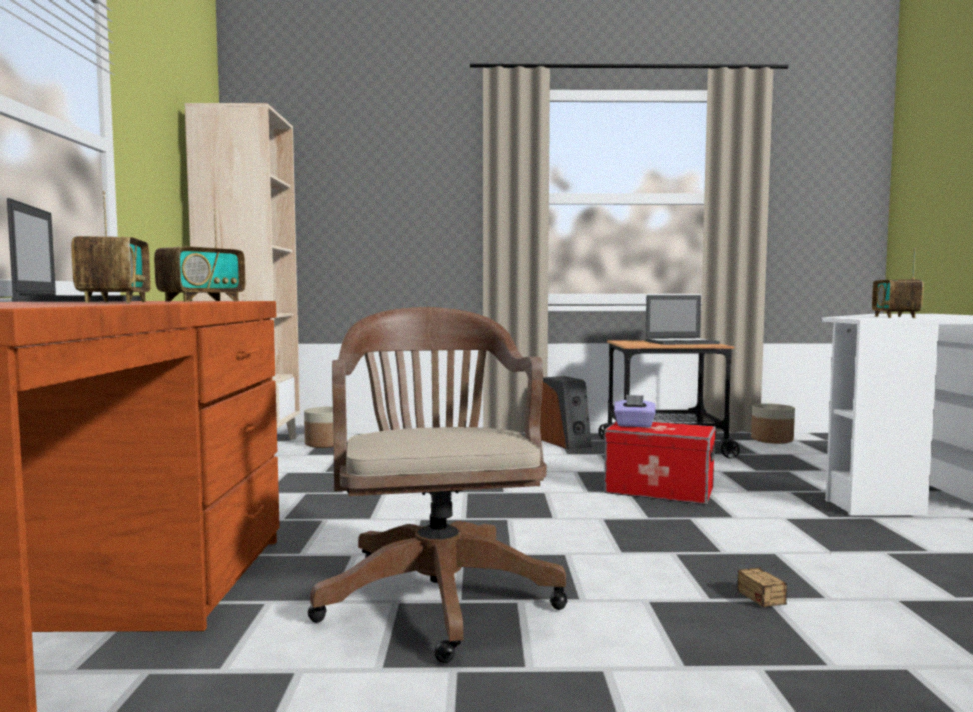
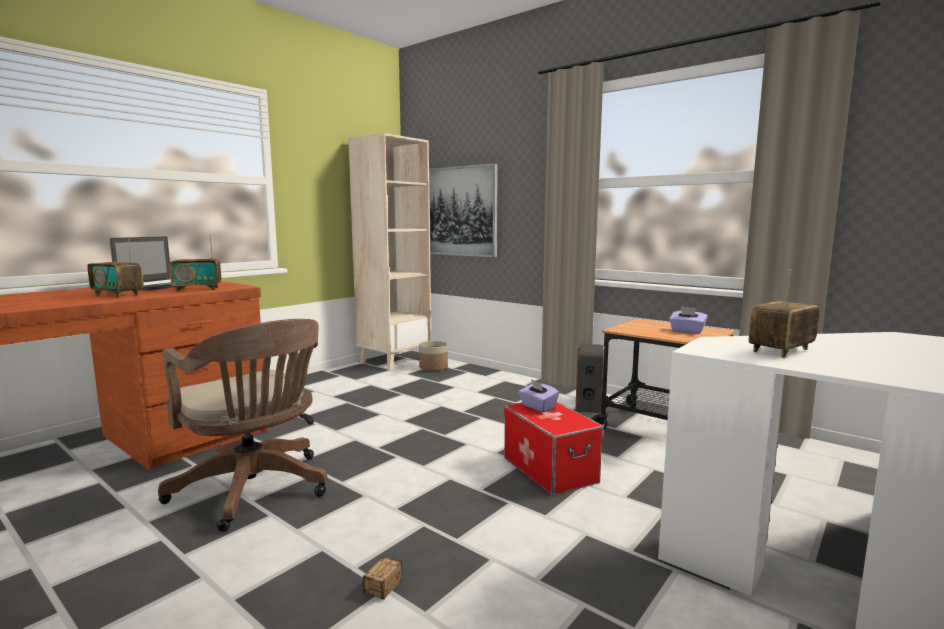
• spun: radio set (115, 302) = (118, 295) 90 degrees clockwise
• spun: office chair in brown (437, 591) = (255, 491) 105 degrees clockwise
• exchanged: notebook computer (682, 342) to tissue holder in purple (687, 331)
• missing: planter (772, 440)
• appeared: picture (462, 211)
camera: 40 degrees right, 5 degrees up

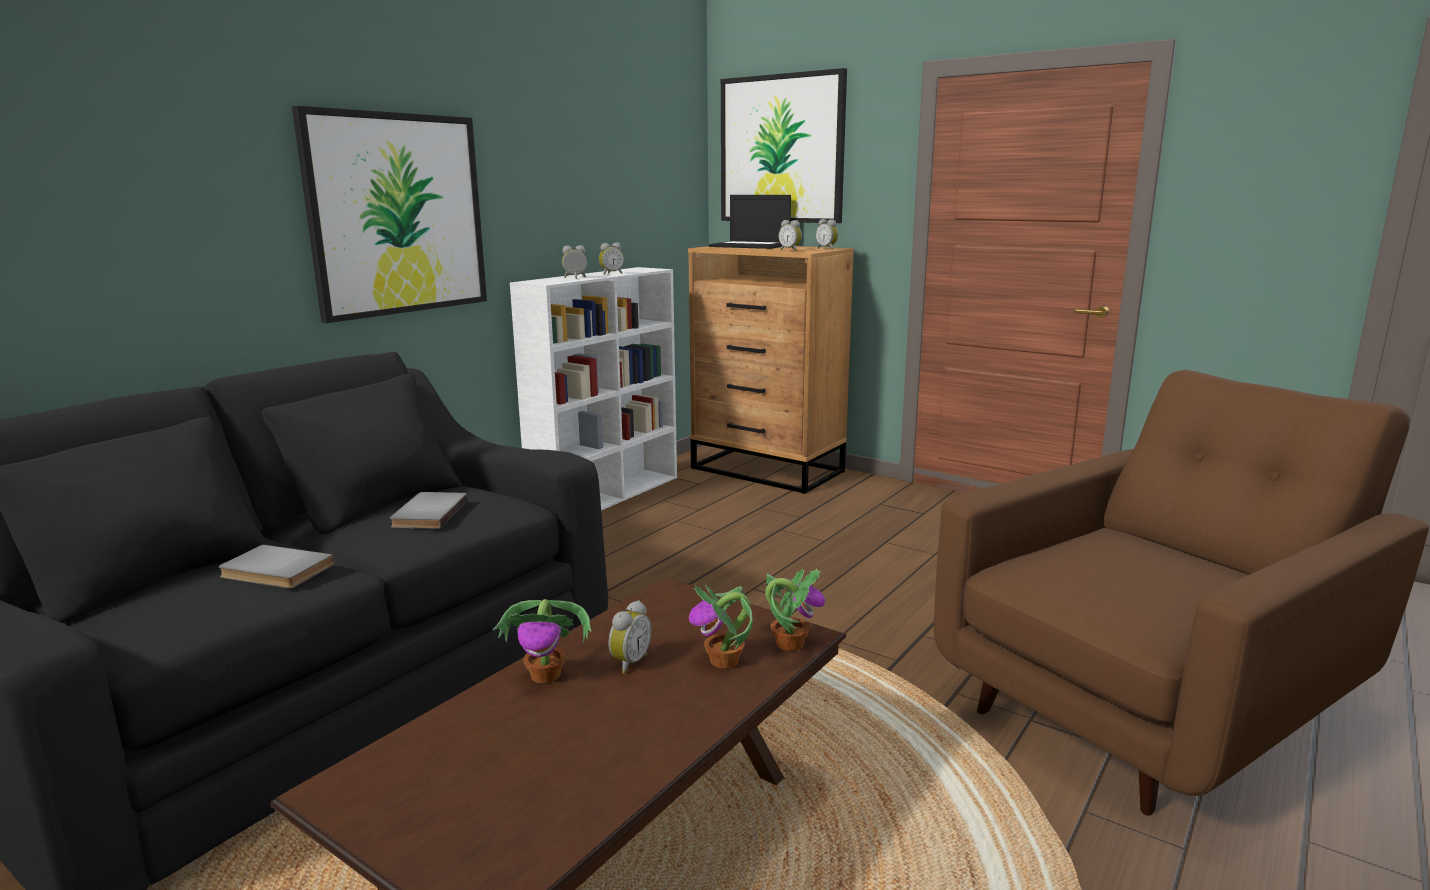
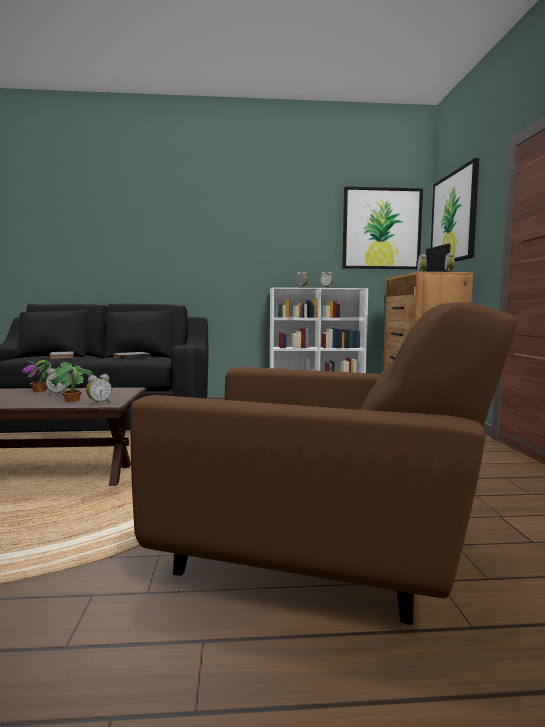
• relocated: picture (397, 214) to (381, 229)
• exchanged: houseplant (789, 643) to alarm clock (99, 403)
camera: 50 degrees right, 10 degrees down

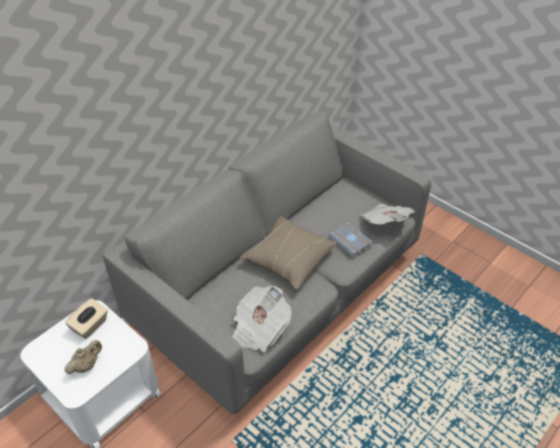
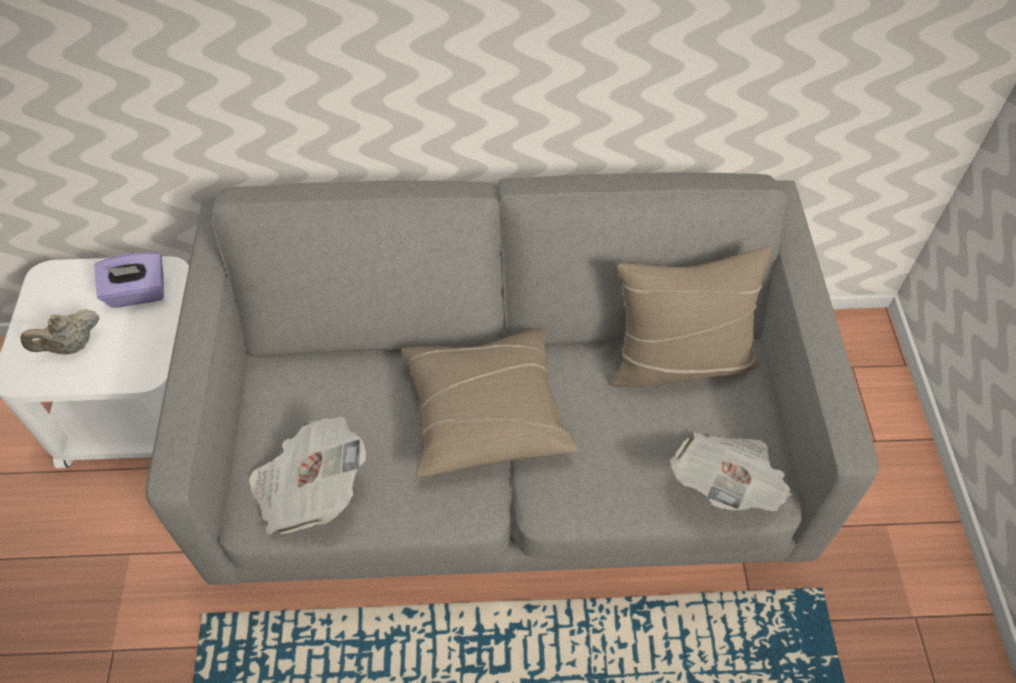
• spun: pot for tea in beige-coloured (86, 365) = (72, 346) 150 degrees clockwise
• colour: tissue holder in beige-coloured (90, 326) to tissue holder in purple (138, 293)
• missing: book in gray (351, 242)
• appeared: cushion in beige-coloured (680, 361)
camera: 45 degrees right, 10 degrees up

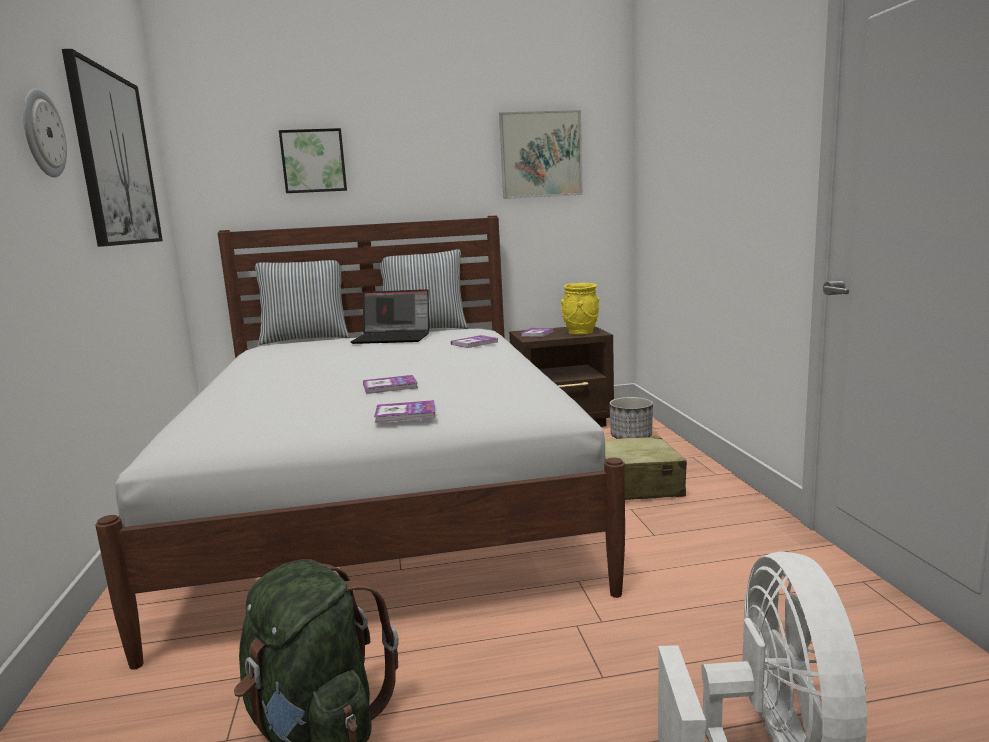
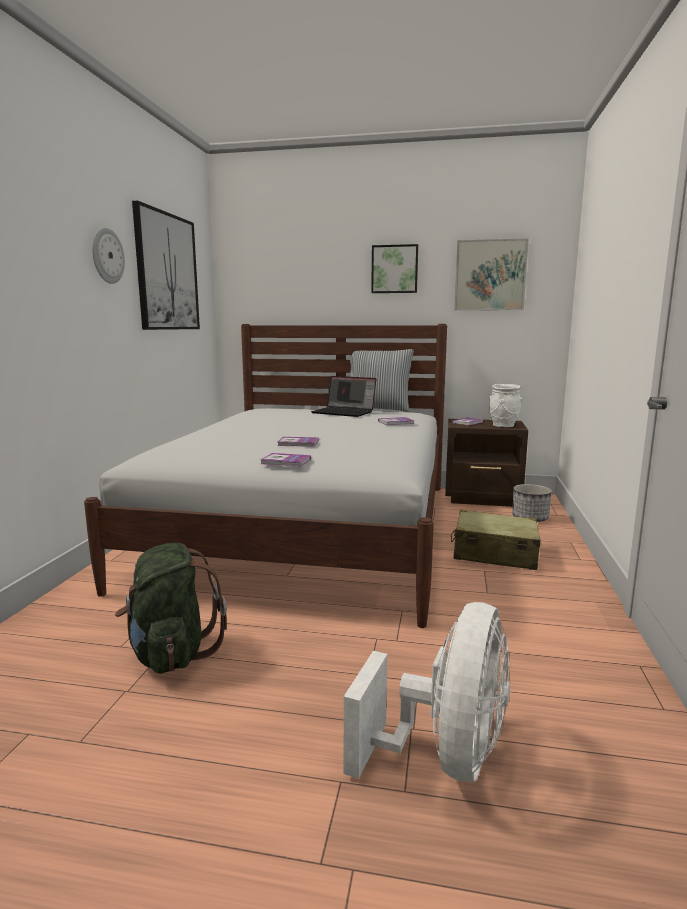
• missing: cushion (306, 339)
• relocated: picture (313, 161) to (394, 269)
• colour: vase in yellowish (580, 332) to vase in white-coloured (503, 425)
camera: 20 degrees right, 0 degrees up

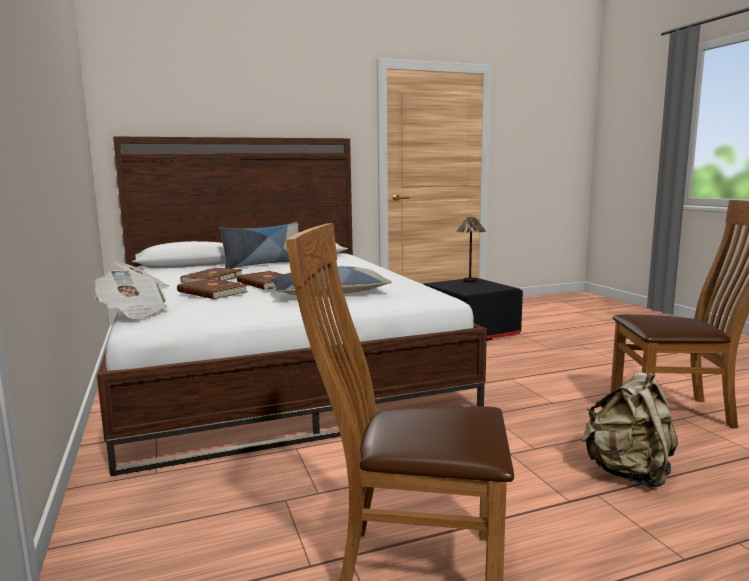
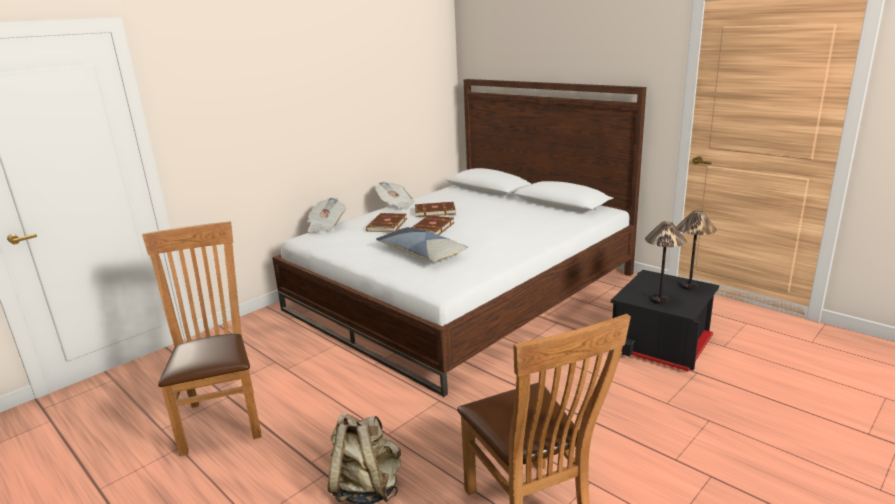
• missing: cushion (264, 264)
• appeared: table lamp (660, 300)
camera: 65 degrees right, 10 degrees up

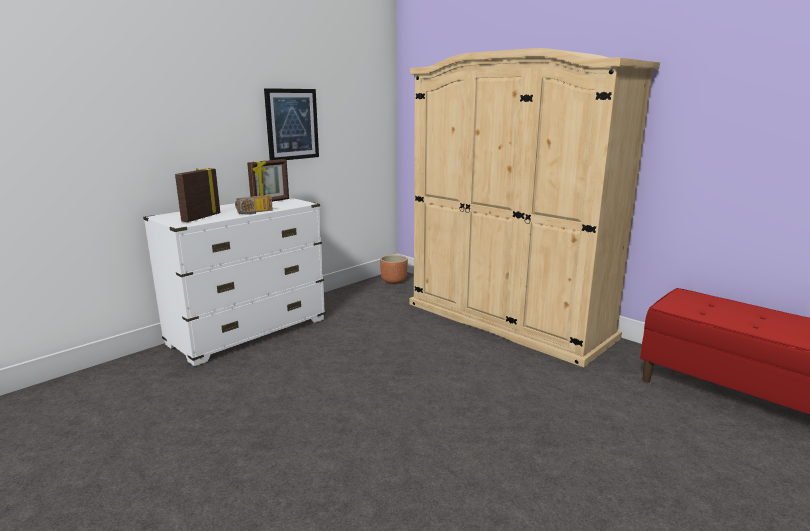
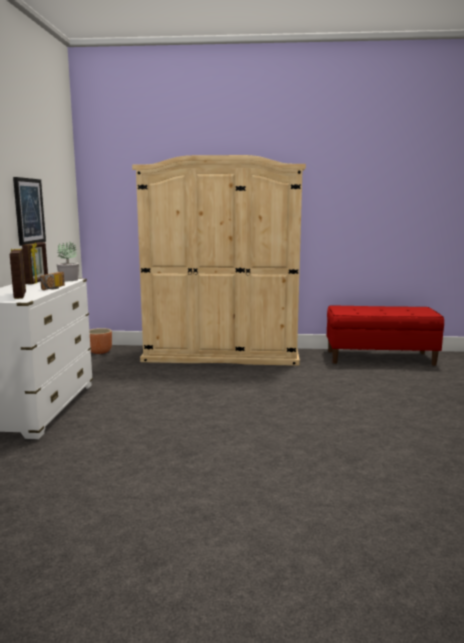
• appeared: houseplant (69, 280)
camera: 40 degrees left, 5 degrees down

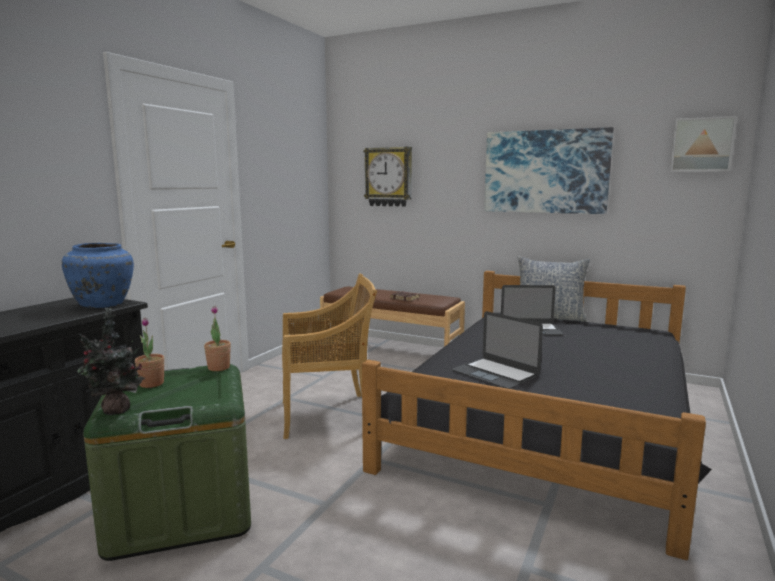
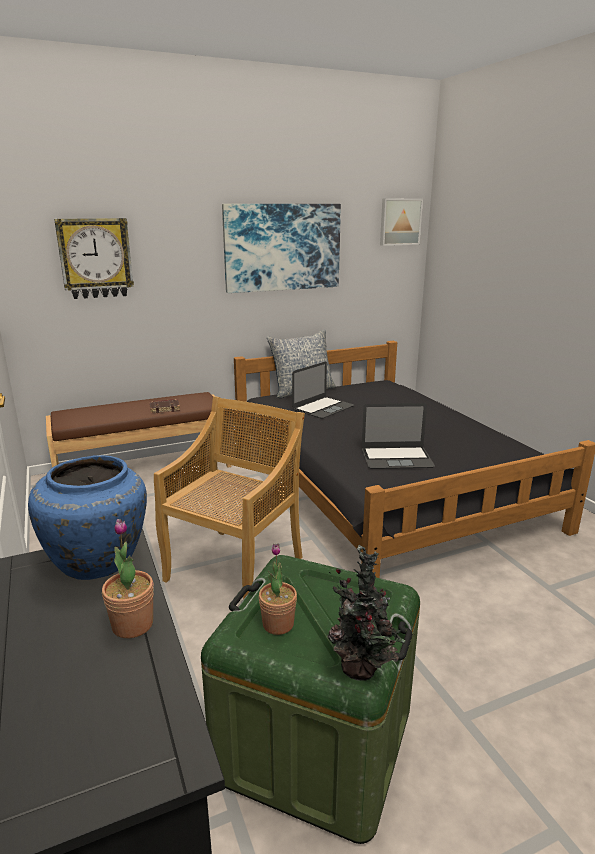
• relocated: houseplant (219, 367) to (132, 625)
camera: 50 degrees left, 10 degrees up

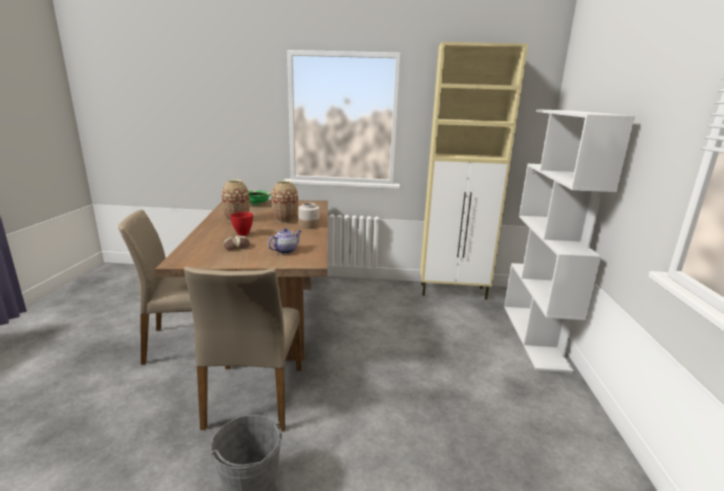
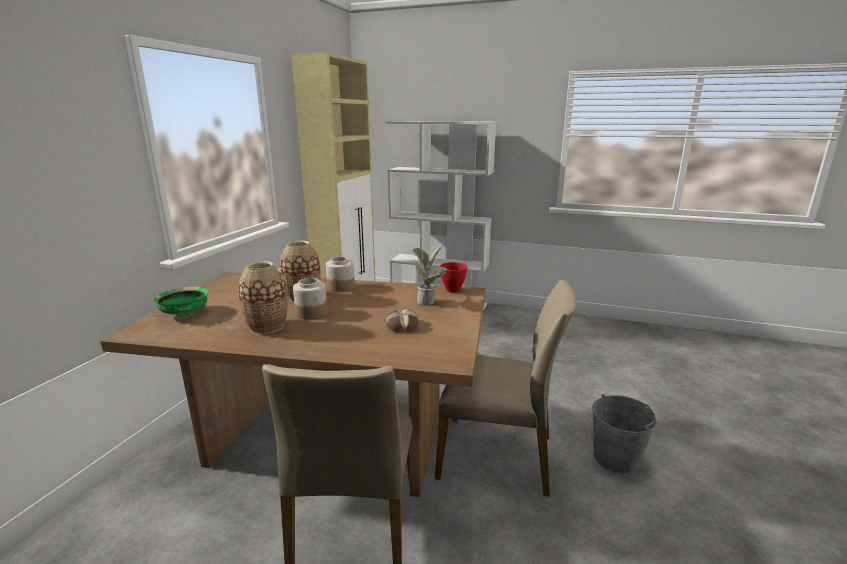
• relocated: serving bowl in red (242, 234) to (453, 290)
• exchanged: pot for tea (286, 250) to houseplant (429, 301)
• appeared: jar (312, 312)
camera: 75 degrees left, 0 degrees up

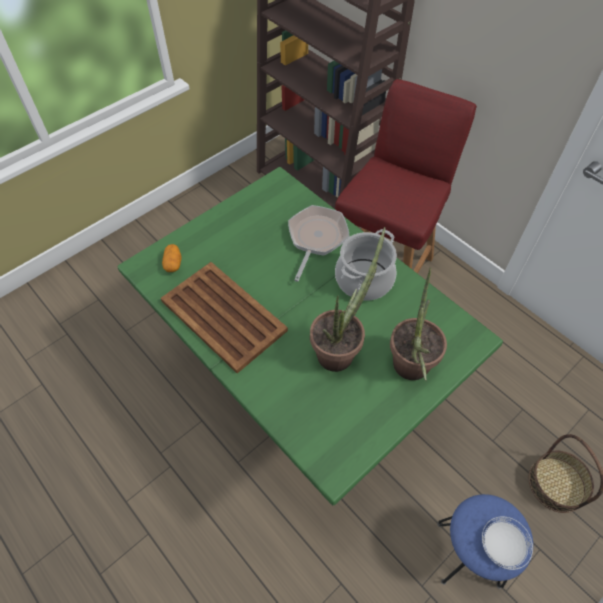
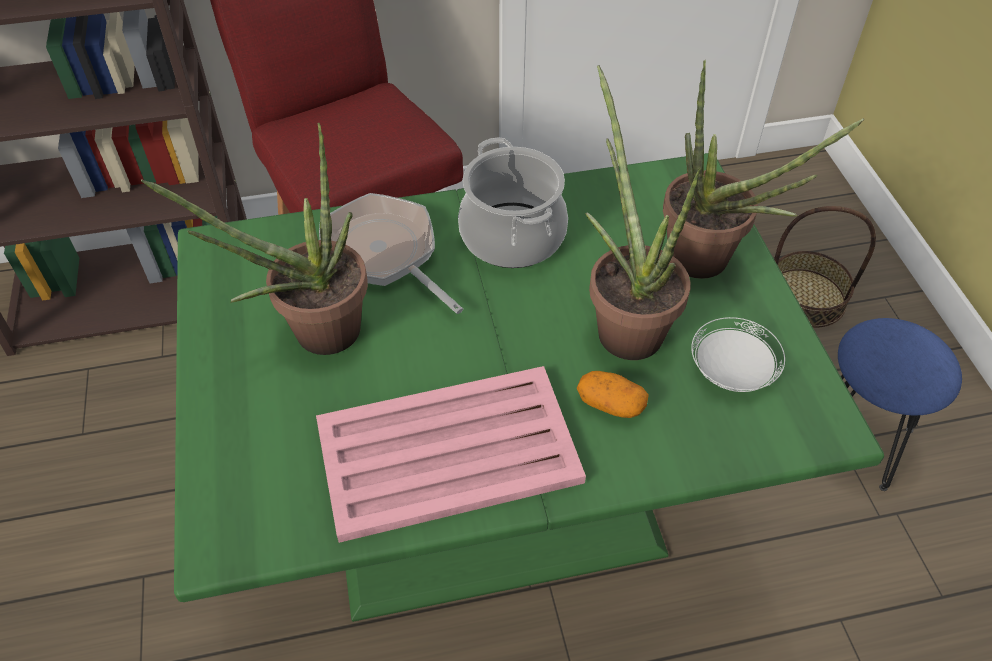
• colour: tray in brown (224, 317) to tray in pinkish (450, 452)
• relocated: spud (173, 263) to (610, 404)
• relocated: dinner plate in white-coloured (502, 545) to (731, 371)
• appeared: houseplant (313, 335)
camera: 60 degrees left, 5 degrees down

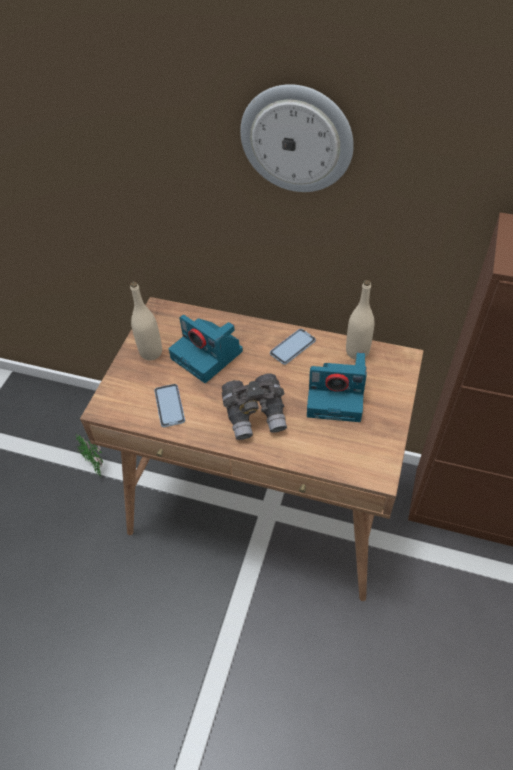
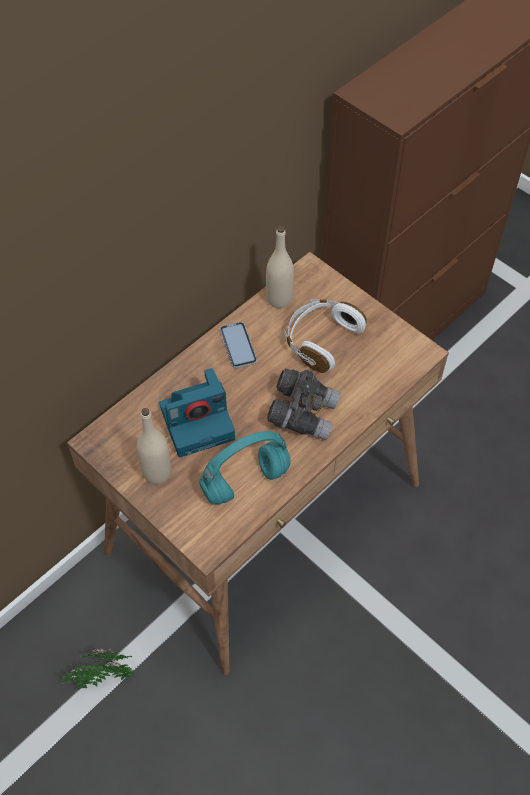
• exchanged: phone (169, 406) to pair of headphones in turquoise-coloured (244, 483)
• missing: hanging clock (297, 139)
• exchanged: still camera (337, 396) to pair of headphones in white-coloured (320, 340)
camera: 65 degrees left, 5 degrees up

